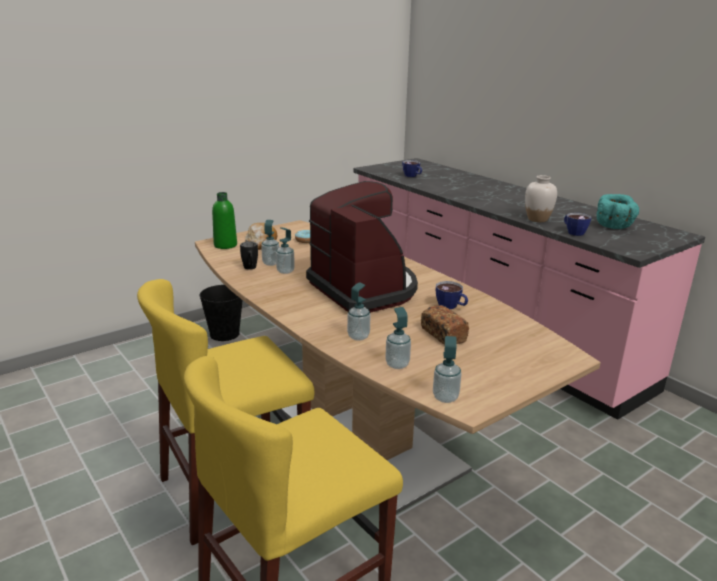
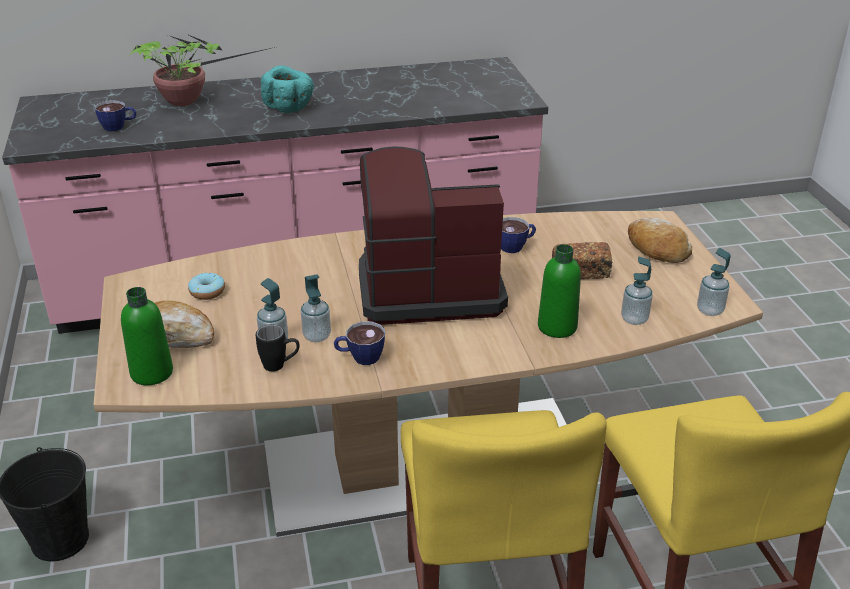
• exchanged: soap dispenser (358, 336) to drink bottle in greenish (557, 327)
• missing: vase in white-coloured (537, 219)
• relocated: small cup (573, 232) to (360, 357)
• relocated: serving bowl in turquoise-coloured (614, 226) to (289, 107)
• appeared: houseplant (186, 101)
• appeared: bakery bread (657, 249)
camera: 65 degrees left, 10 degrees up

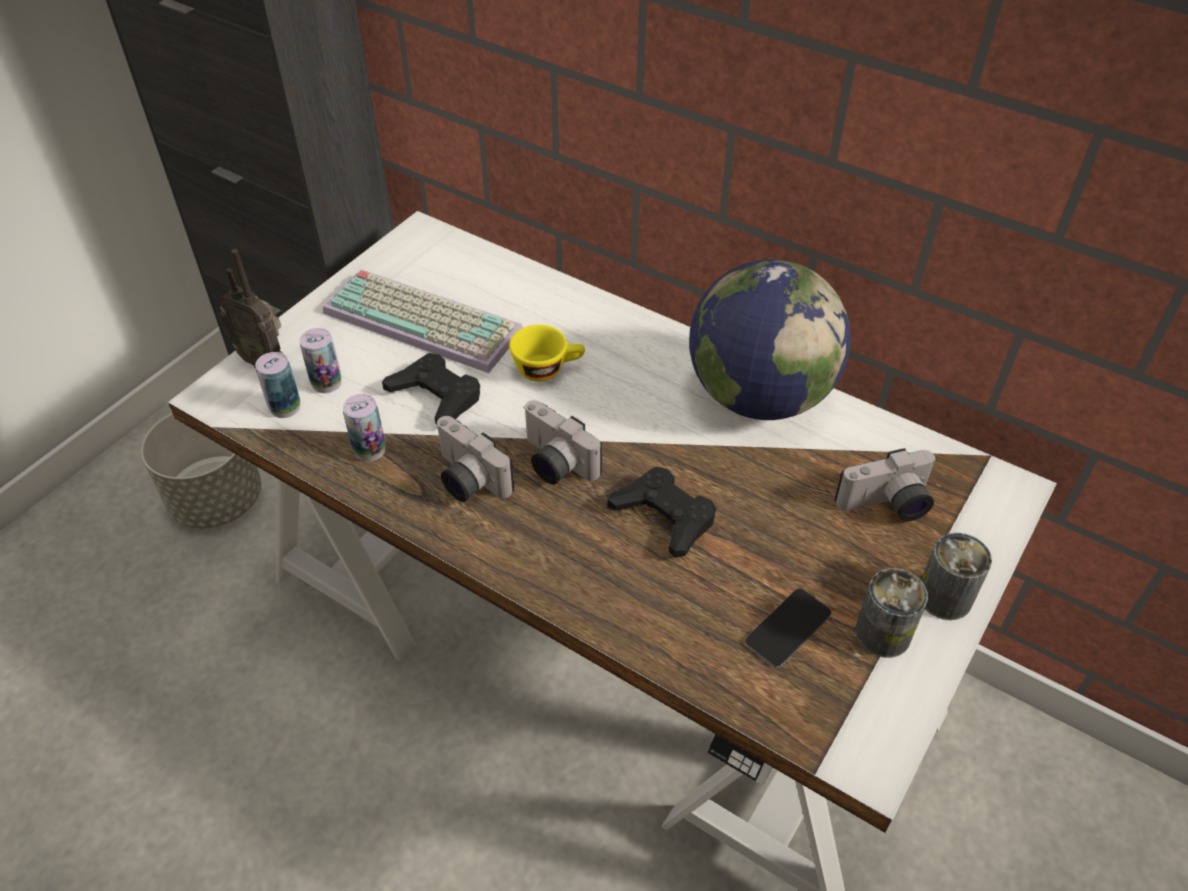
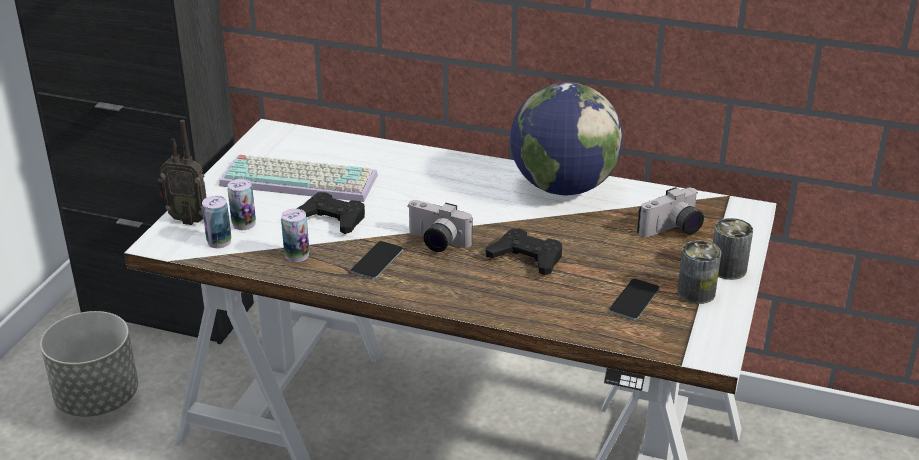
• exchanged: still camera (466, 480) to phone (377, 260)
• missing: small cup in yellowish (548, 369)
camera: 15 degrees left, 15 degrees down

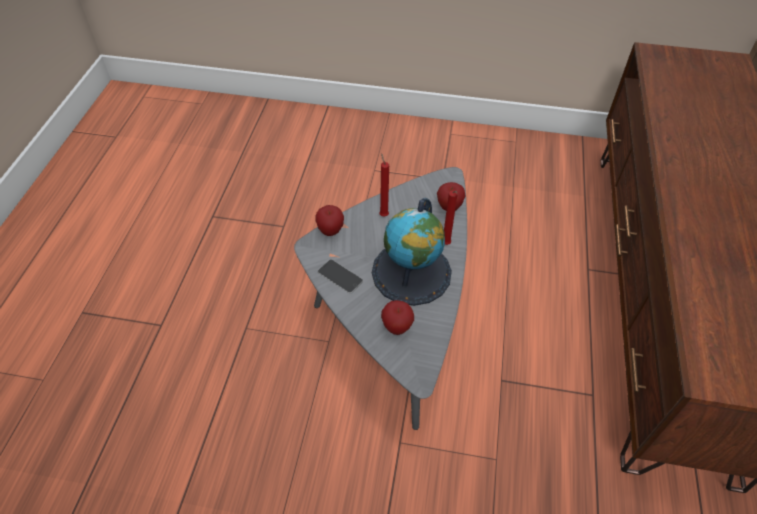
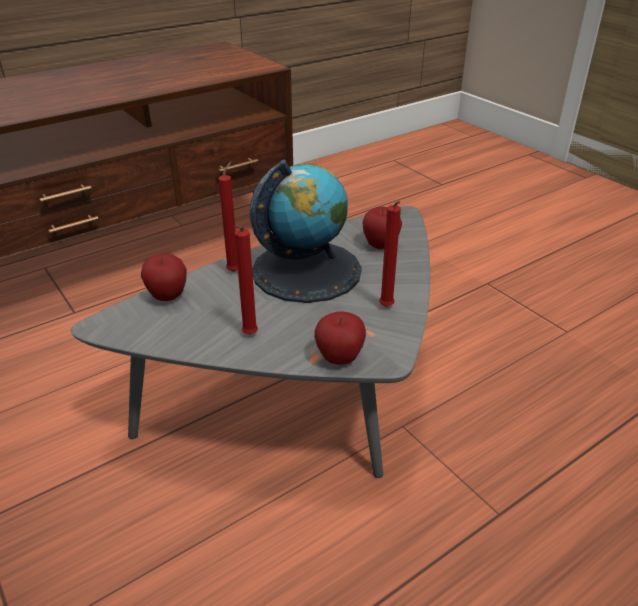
• exchanged: phone (340, 276) to candle in red (386, 308)
camera: 135 degrees left, 15 degrees down

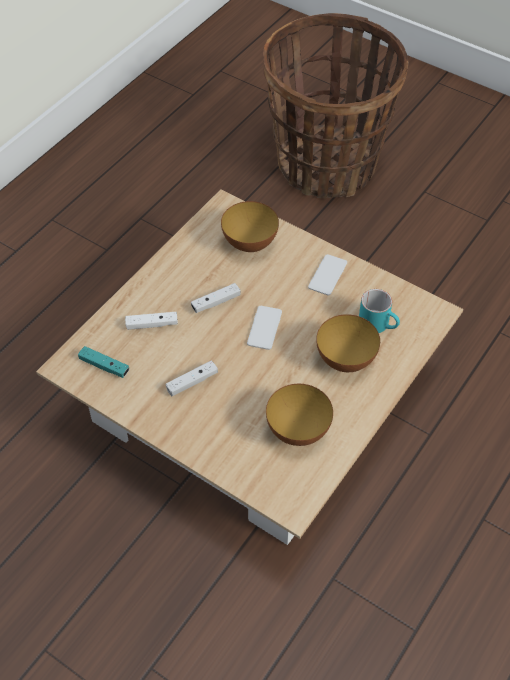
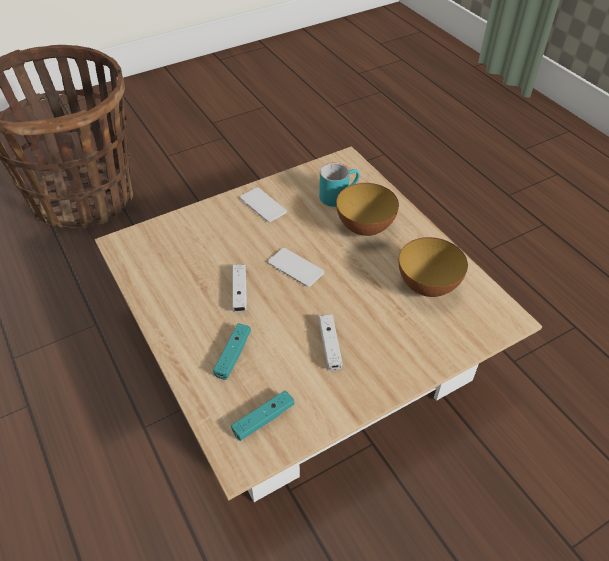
• colour: game controller in white-coloured (152, 324) to game controller in turquoise-coloured (233, 355)
• missing: serving bowl (250, 244)
camera: 65 degrees left, 5 degrees down

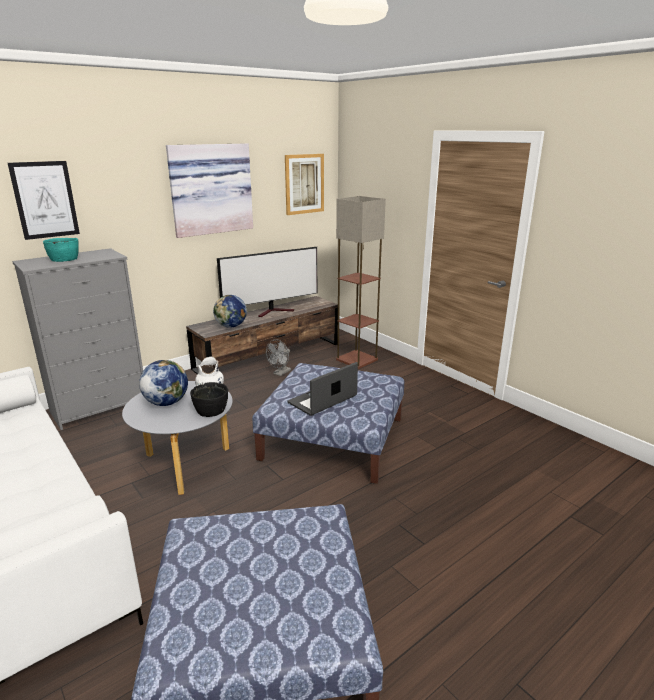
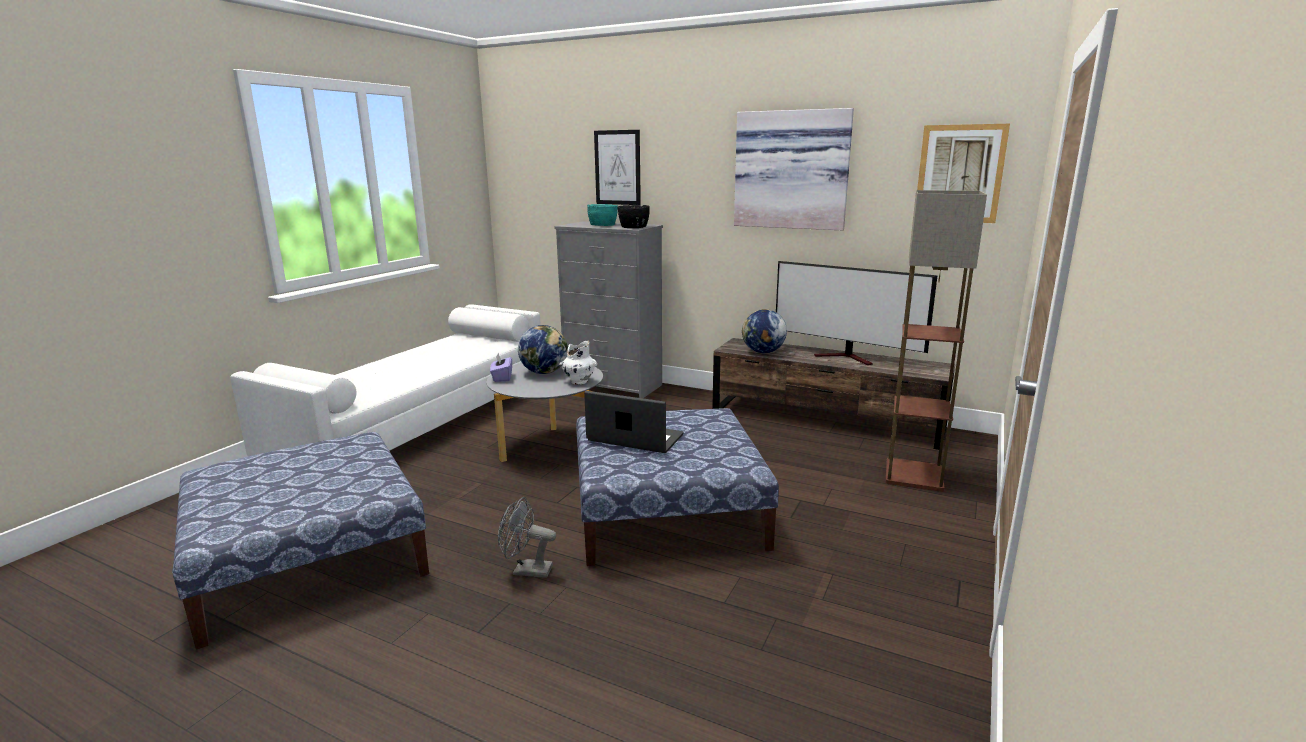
• relocated: serving bowl in black-coloured (211, 410) to (634, 227)
• relocated: electric fan in gray (280, 373) to (526, 570)
• appeared: tissue holder in purple (502, 378)
camera: 65 degrees right, 5 degrees down

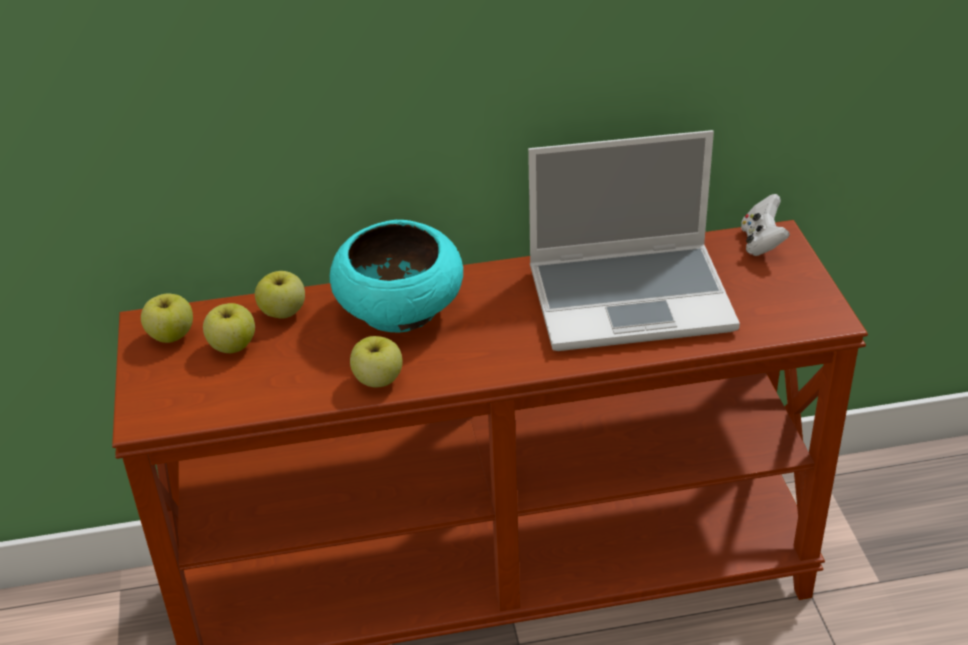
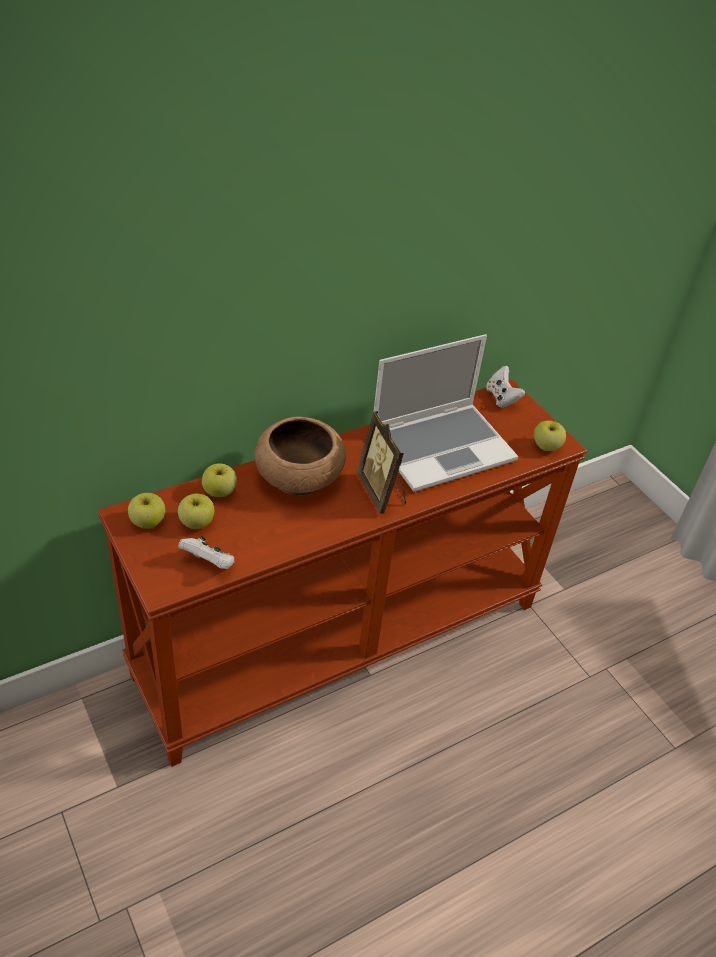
• colour: serving bowl in turquoise-coloured (400, 311) to serving bowl in brown (300, 478)
• relocated: whole apple (378, 380) to (546, 447)
• appeared: game controller in white-coloured (209, 563)
• appeared: photo frame (382, 492)
camera: 25 degrees left, 5 degrees up

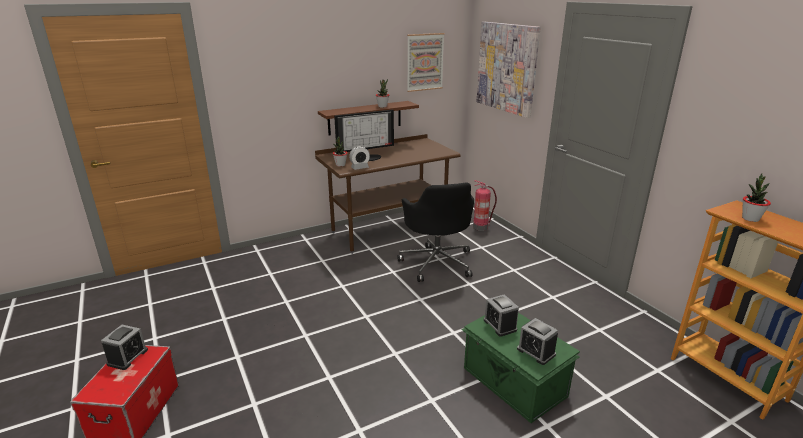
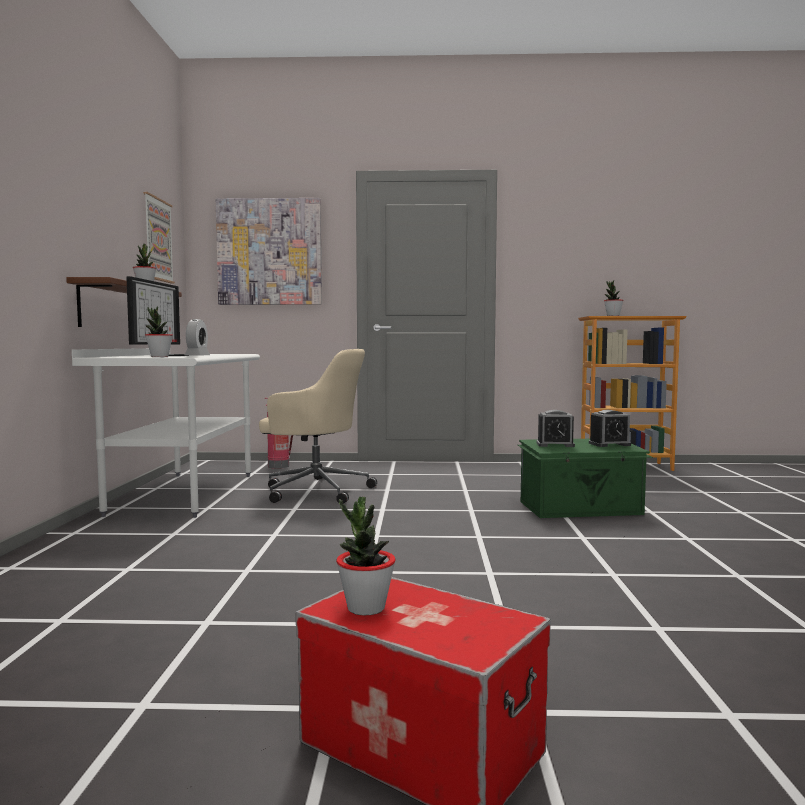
• exchanged: alarm clock (127, 357) to houseplant (365, 608)
• colour: desk table in brown (388, 231) to desk table in white-coloured (184, 494)
• colour: office chair in black-coloured (437, 262) to office chair in beige-coloured (315, 491)
camera: 60 degrees left, 20 degrees down

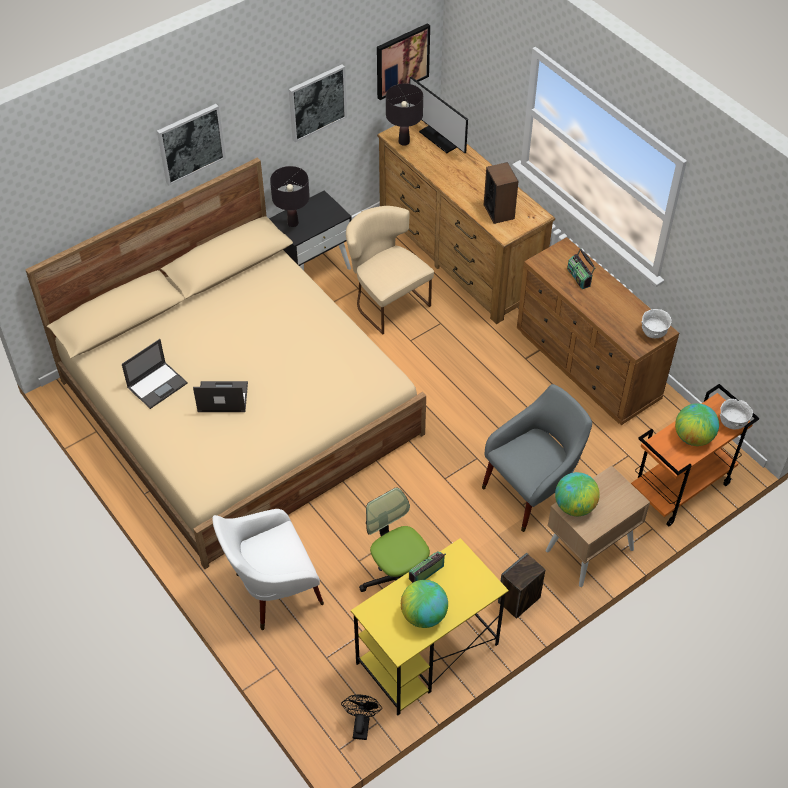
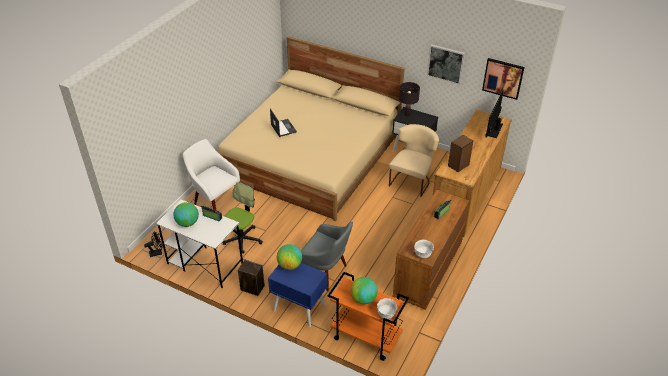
• missing: notebook computer (157, 385)
• missing: picture (190, 143)
• colour: desk table in yellowish (426, 654) to desk table in white-coloured (204, 263)
• missing: table lamp in black-coloured (404, 142)
• colour: night table in beige-coloured (589, 550) to night table in blue-coloured (299, 308)
camera: 65 degrees right, 10 degrees down

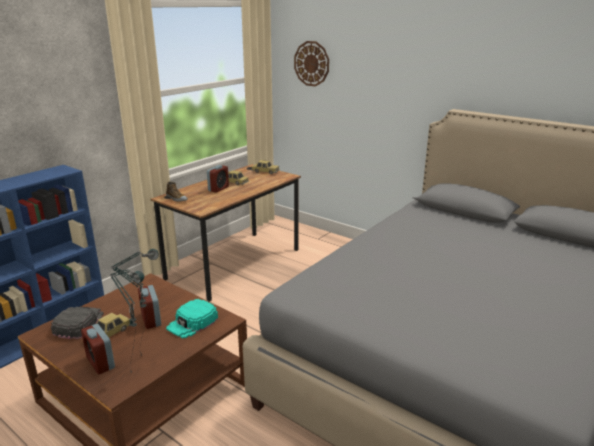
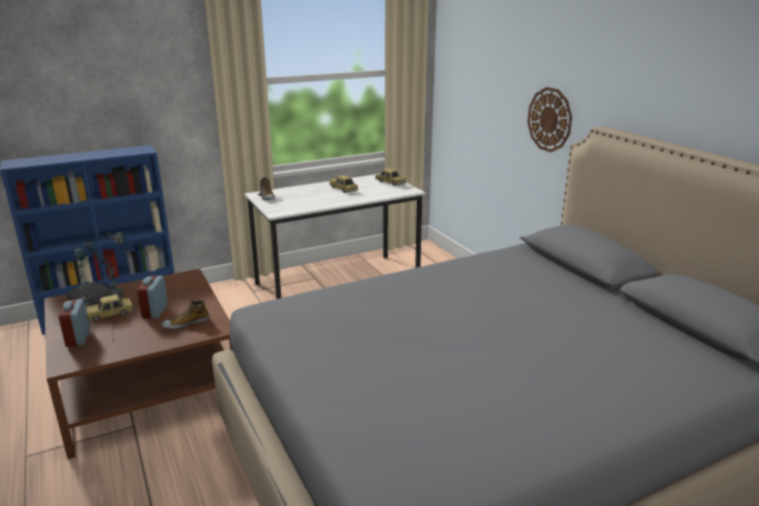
• colour: desk table in brown (234, 263) to desk table in white-coloured (337, 283)
• exchanged: peaked cap in turquoise-coloured (192, 323) to shoe (186, 323)
• missing: alarm clock (218, 189)
• relocated: hanging clock (311, 63) to (549, 119)
camera: 25 degrees right, 0 degrees up

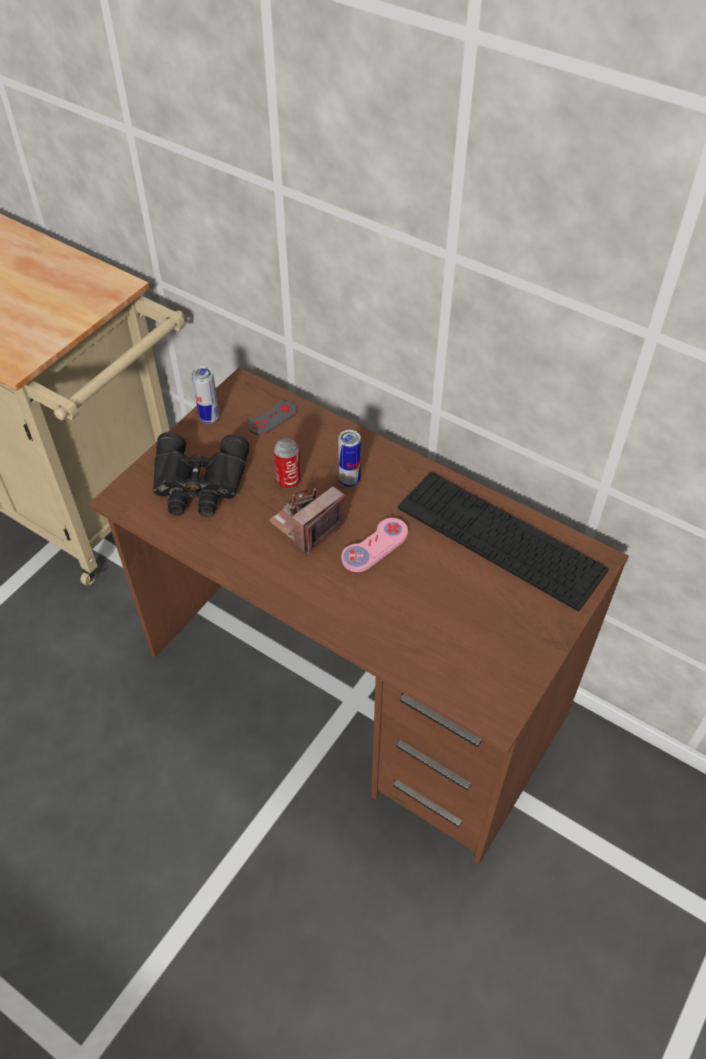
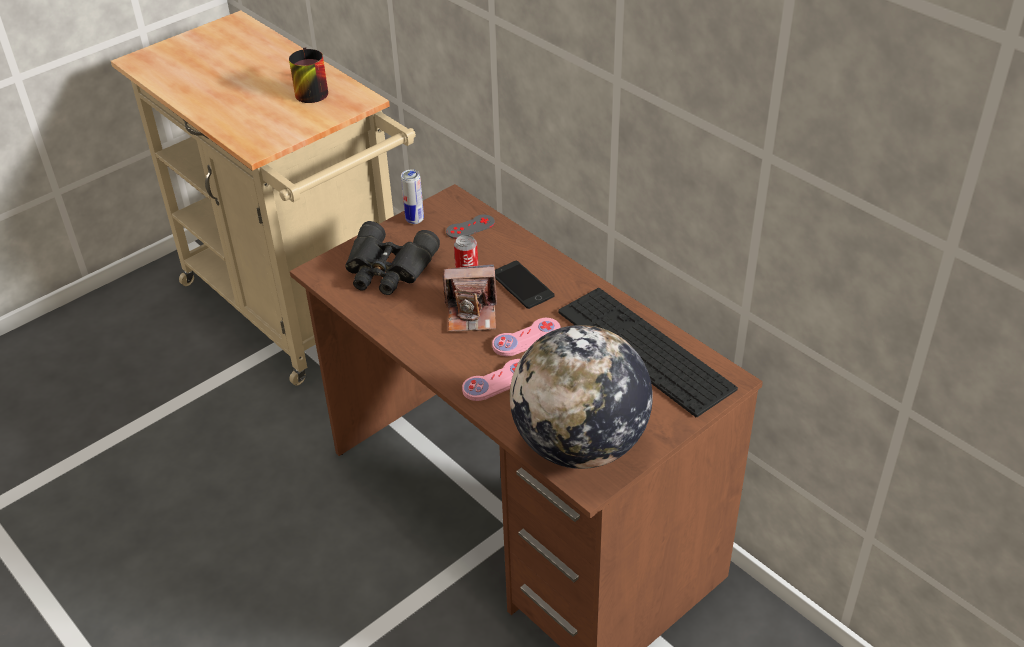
• spun: still camera (307, 525) = (472, 314) 150 degrees counterclockwise
• exchanged: metal can (349, 481) to phone (522, 285)
• appeared: coffee mug (308, 91)
• appeared: game controller in pinkish (498, 381)
• appeared: desk globe (580, 445)
camera: 15 degrees right, 10 degrees down

